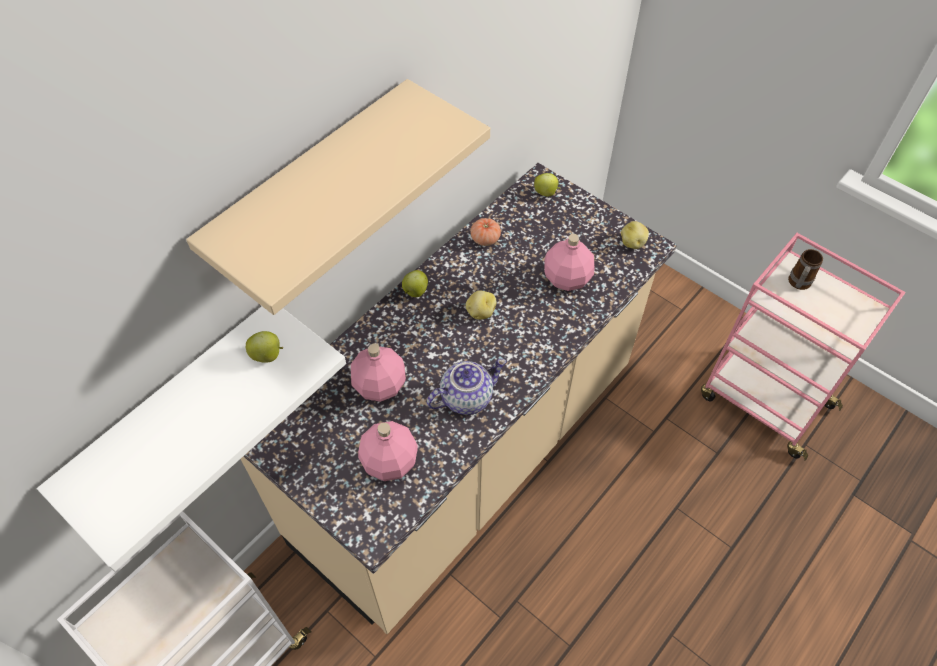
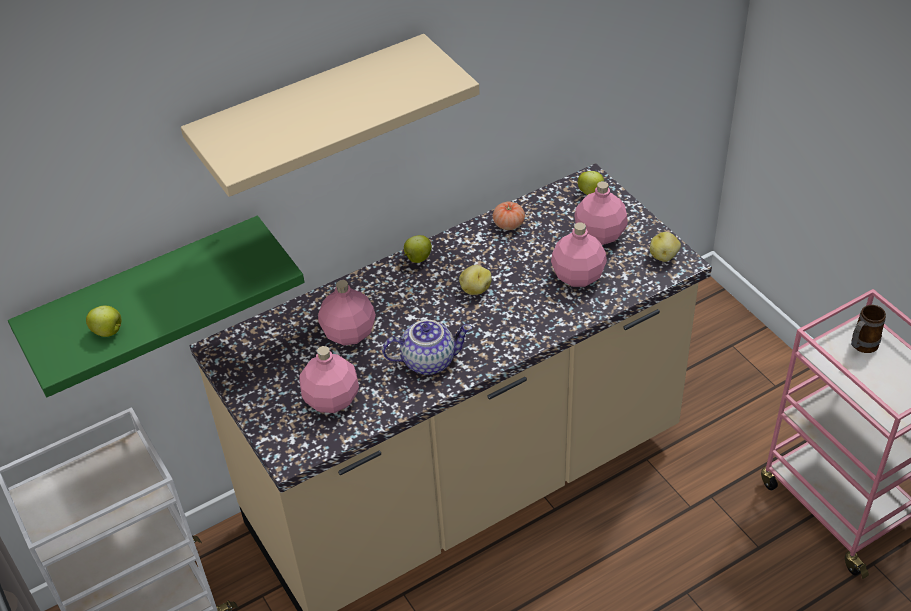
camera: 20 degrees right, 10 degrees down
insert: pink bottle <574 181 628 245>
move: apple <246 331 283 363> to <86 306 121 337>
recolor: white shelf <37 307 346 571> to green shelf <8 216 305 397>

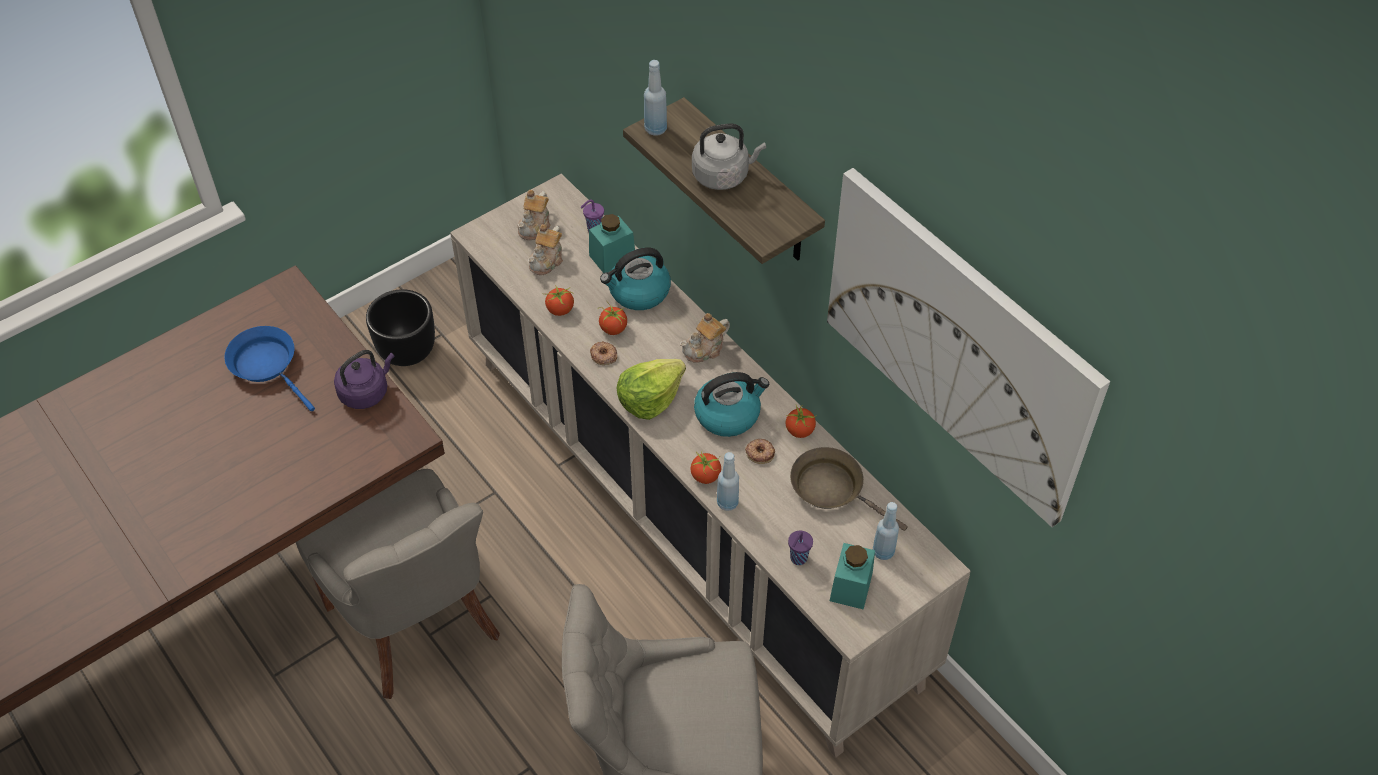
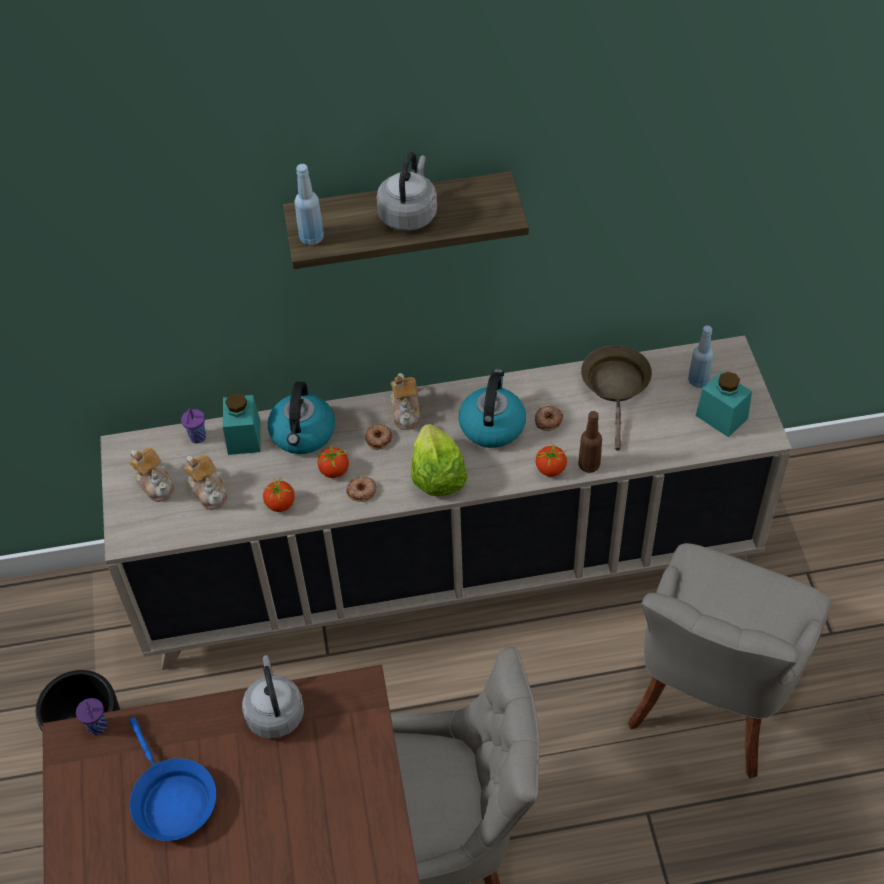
camera: 60 degrees left, 0 degrees up
delete: tomato <785 405 817 438>; picture <827 168 1110 527>
insert: donut <365 424 393 450>
move: purple cup <788 531 813 565> to <76 698 107 735>
recolor: purple kettle <334 350 394 409> to grey kettle <242 655 304 739>; blue bottle <717 452 739 511> to brown bottle <578 411 602 473>
rotate: blue frying pan <224 326 315 411> = <129 718 216 841> 105 degrees counterclockwise; brown frying pan <790 447 908 531> = <581 345 652 450> 120 degrees clockwise

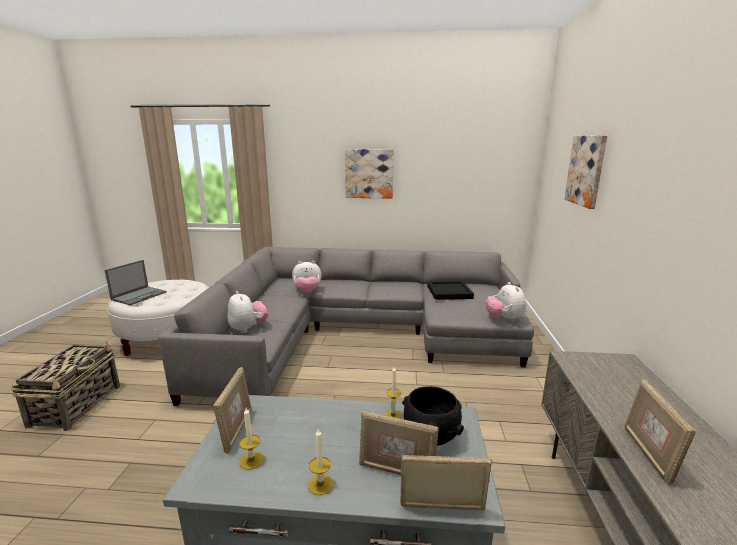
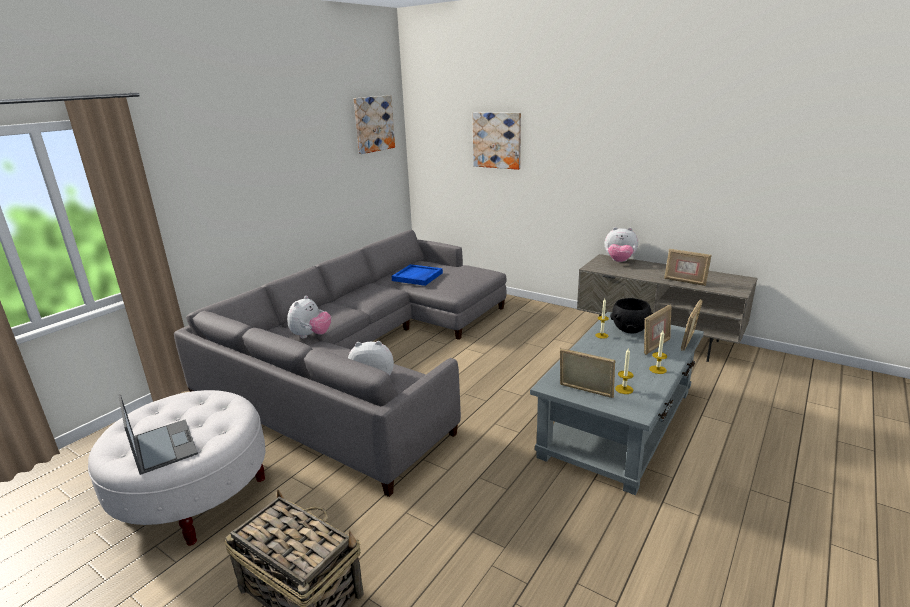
camera: 60 degrees left, 5 degrees up
move: picture <345 149 394 199> to <353 95 395 154>; plush toy <485 282 526 322> to <605 227 638 262>
recolor: black tray <427 281 474 300> to blue tray <392 264 443 286>

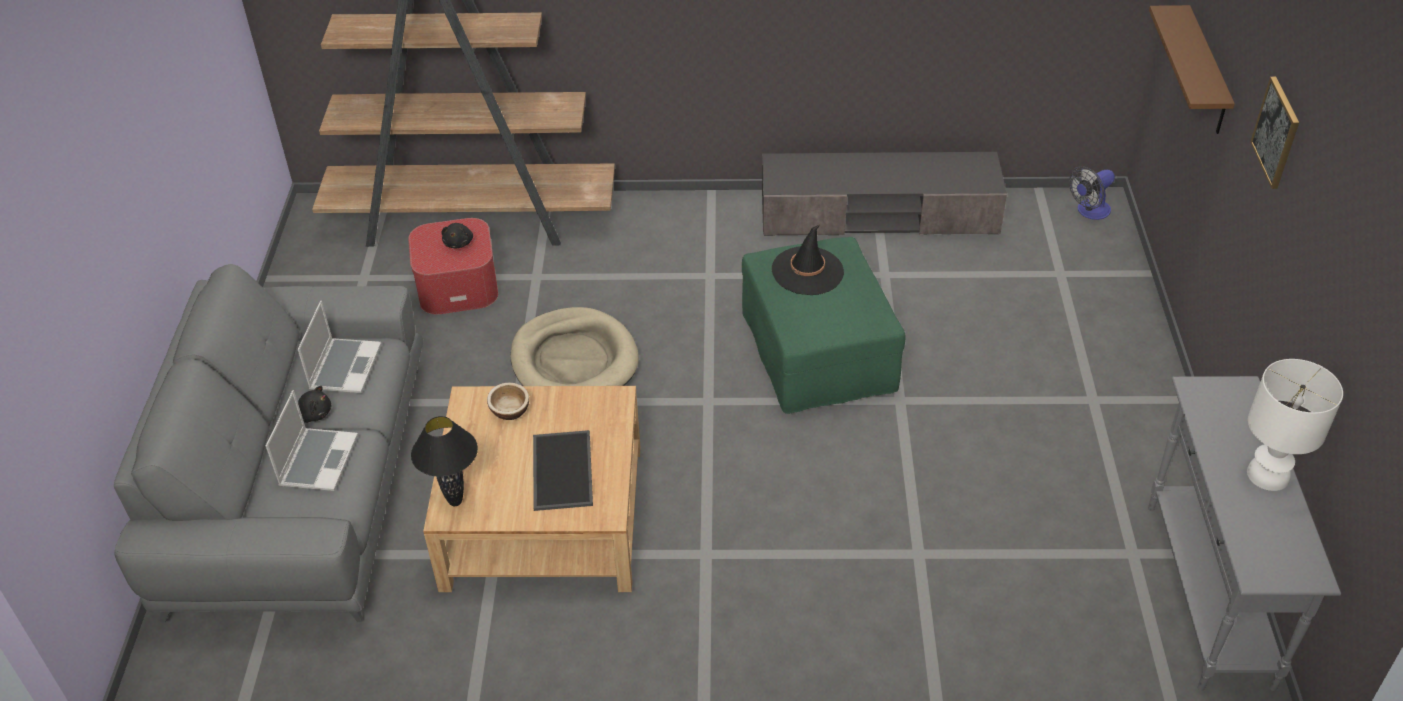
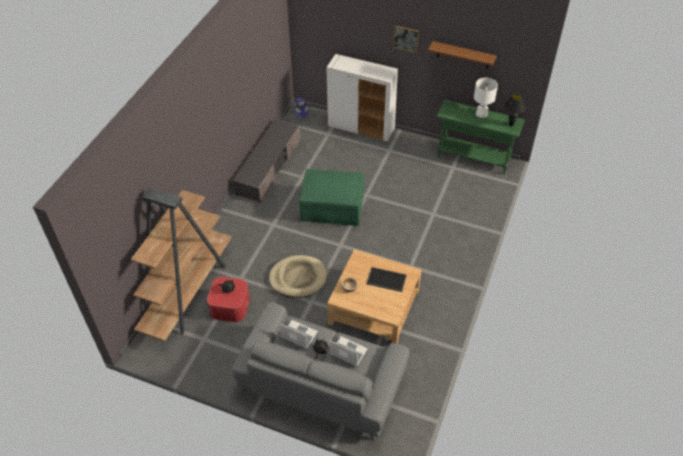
camera: 70 degrees left, 5 degrees up
delete: black hat <772 224 844 295>
insert: white cabinet <327 54 398 142>
move: black table lamp <411 416 478 506> to <505 94 526 126>; brown shelf <1149 5 1235 134> to <428 41 497 69>
recolor: grey console table <1148 376 1341 691> to green console table <437 100 525 175>

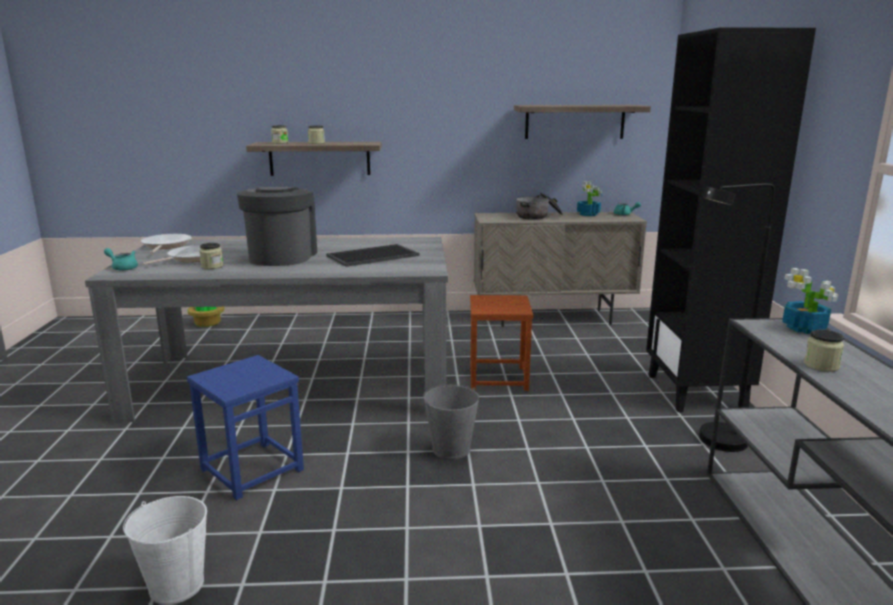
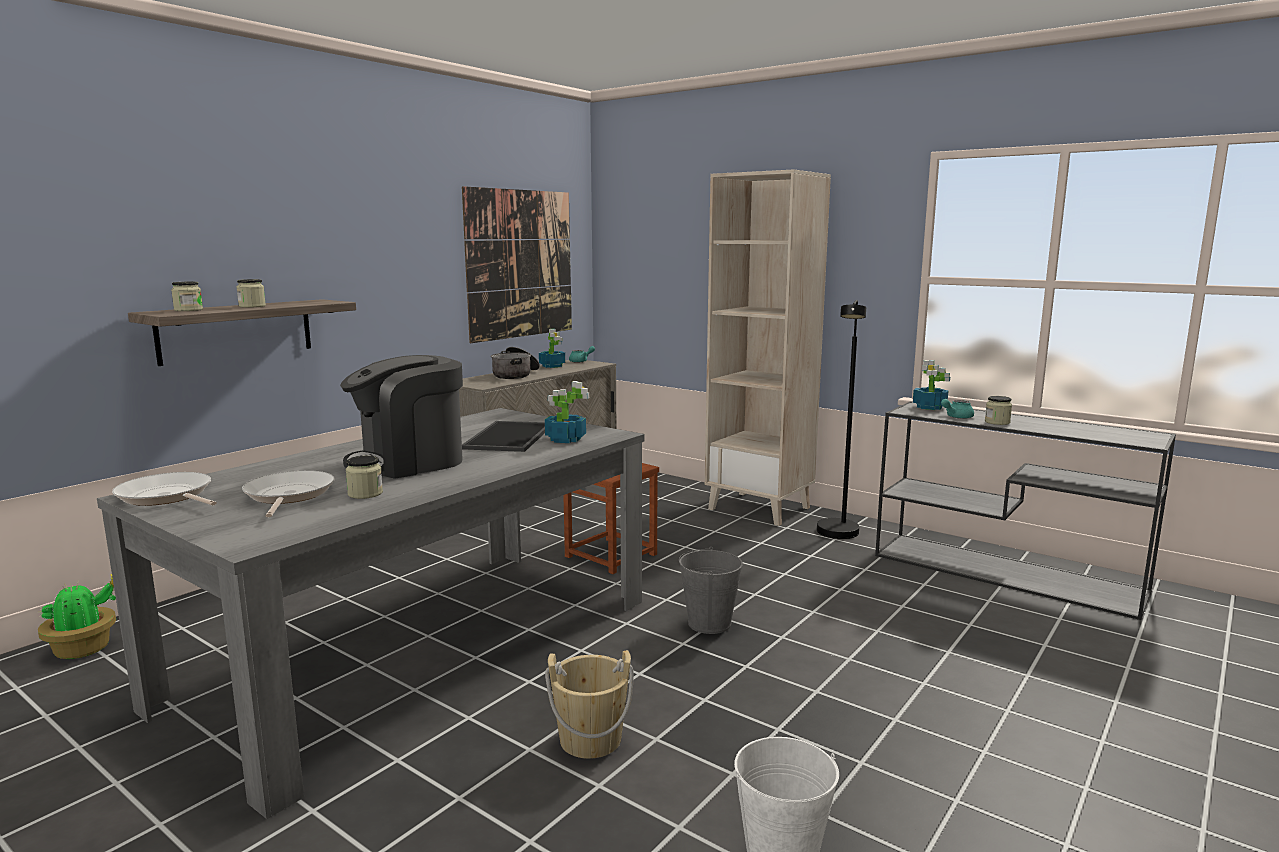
camera: 50 degrees left, 5 degrees down
insert: potted plant <545 381 589 443>
move: turquoise teapot <104 248 138 271> to <941 399 974 419>
replace: blue stool <187 355 304 500> to beige bucket <545 650 634 759>; shelf <514 105 651 139> to picture <462 186 572 343>
recolor: black bookcase <646 27 816 412> to beige bookcase <705 169 831 526>
rotate: coffee machine <237 187 317 266> = <340 355 463 479> 75 degrees counterclockwise

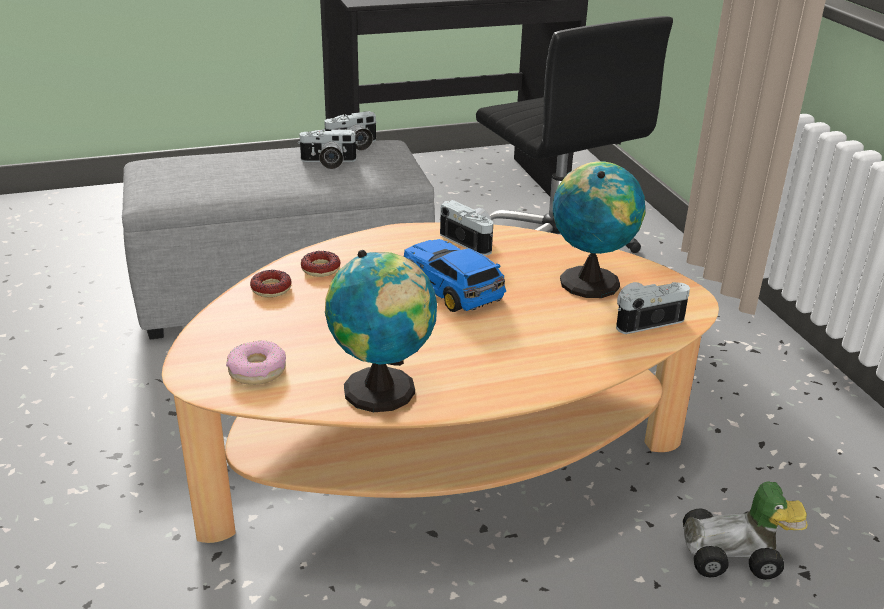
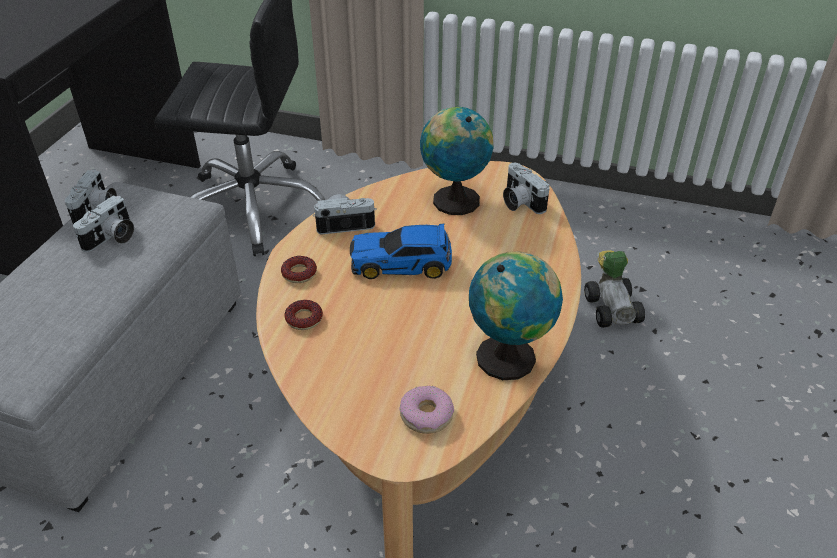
camera: 55 degrees left, 10 degrees up
move: donut <250 270 292 297> to <281 256 317 283>
rotate: photo camera <616 282 690 334> = <503 163 550 214> 45 degrees counterclockwise; toy car <683 481 808 580> = <584 250 645 328> 45 degrees counterclockwise

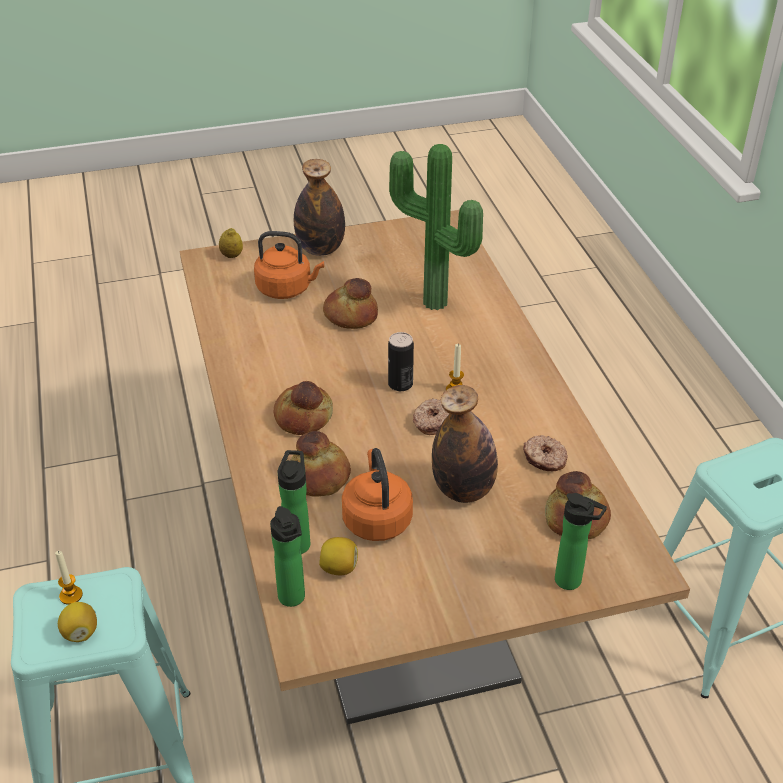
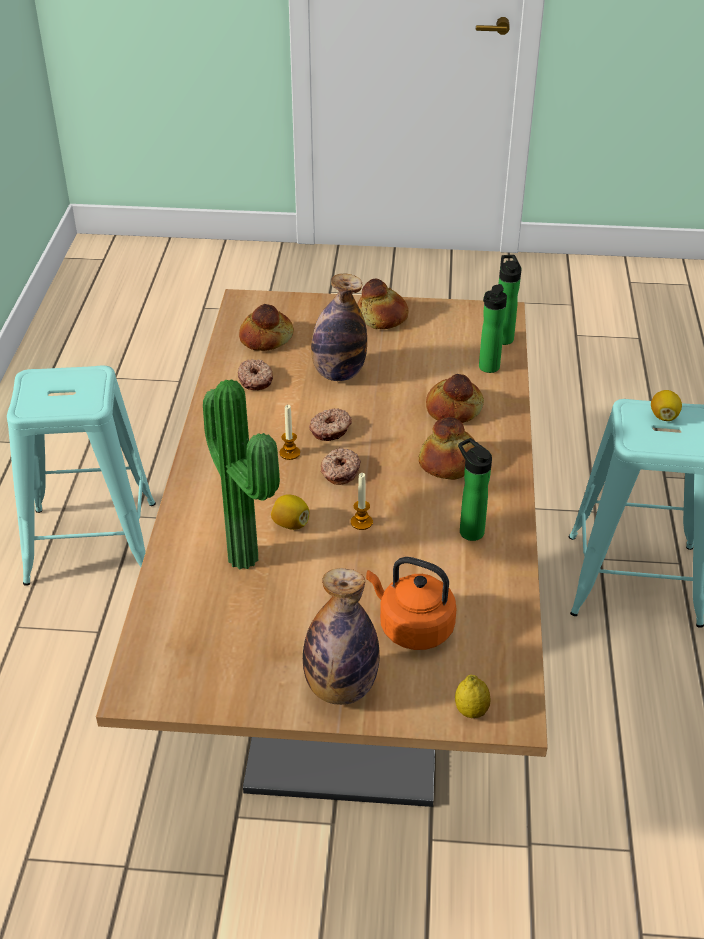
camera: 160 degrees left, 0 degrees up
delete: orange kettle <342 448 413 541>
move: candle <55 551 83 605> to <351 473 373 530>; lemon <319 537 358 575> to <271 494 309 530>; bread <323 278 378 329> to <357 279 408 329>; bottle <555 493 607 590> to <458 438 492 541>
replace: can <388 332 414 391> to donut <321 448 361 485>

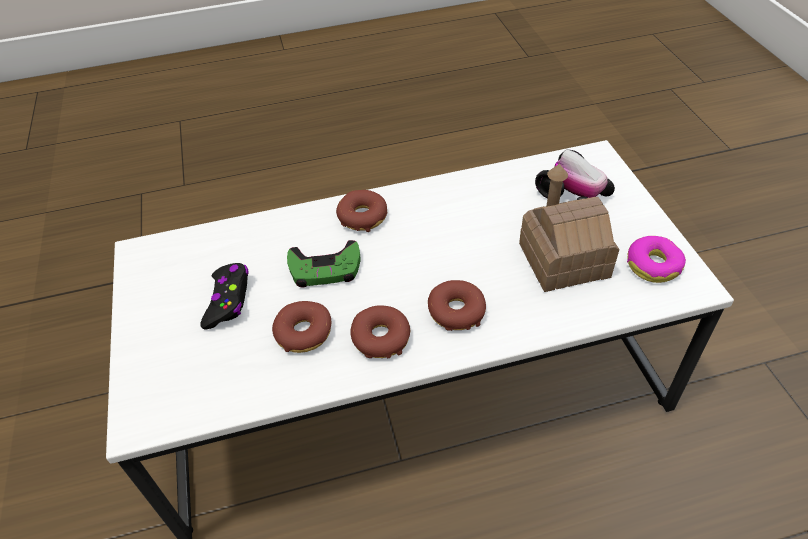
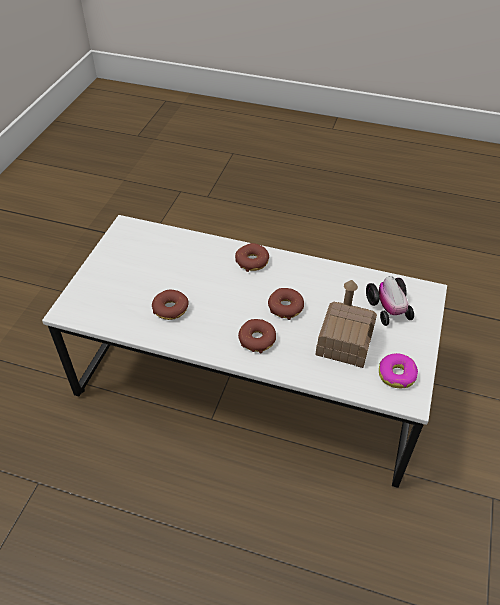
camera: 30 degrees right, 0 degrees up
delete: black game controller <200 263 249 330>; green game controller <287 240 361 287>
move: donut <350 306 410 358> to <268 288 304 320>

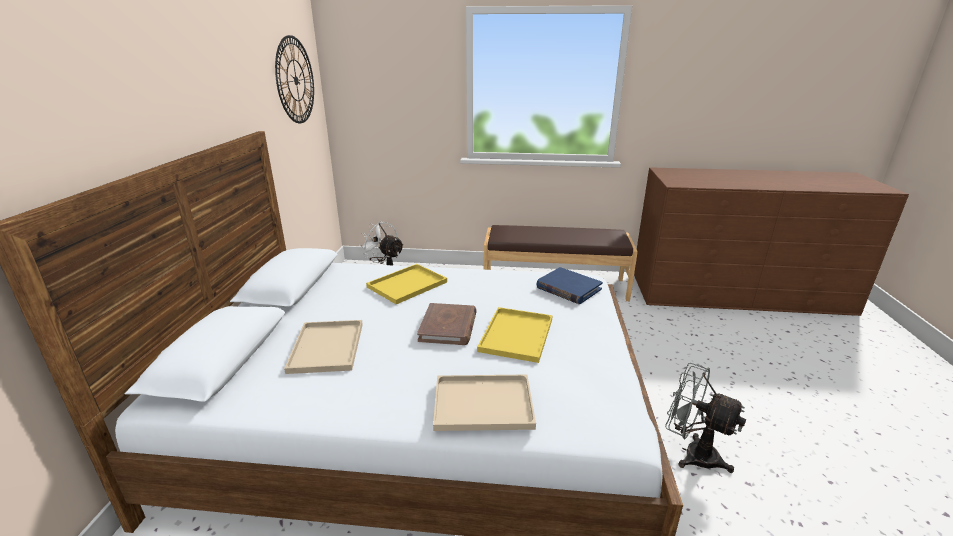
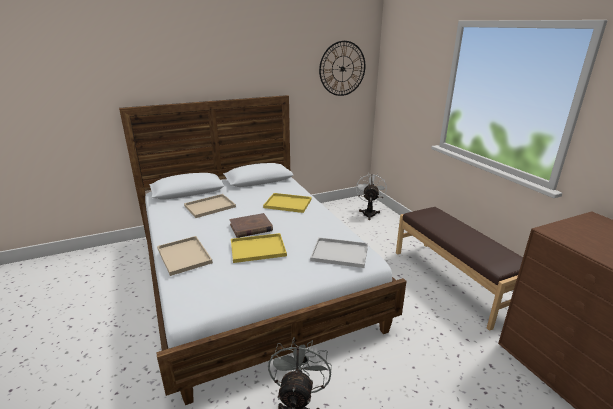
camera: 60 degrees right, 0 degrees up
replace: blue book <536 267 603 304> to white tray <310 237 368 268>

